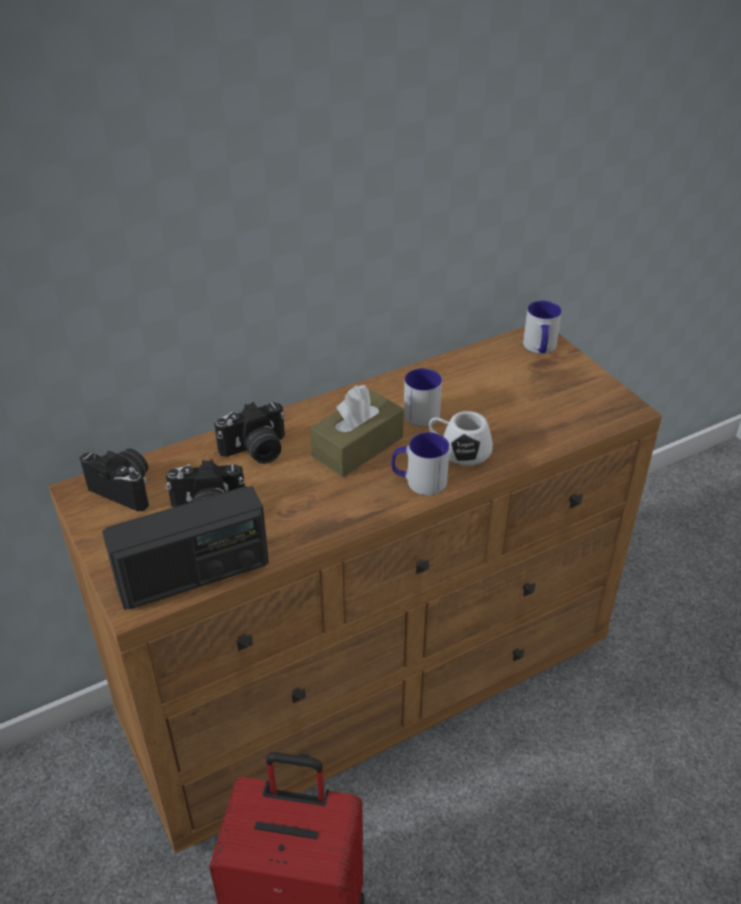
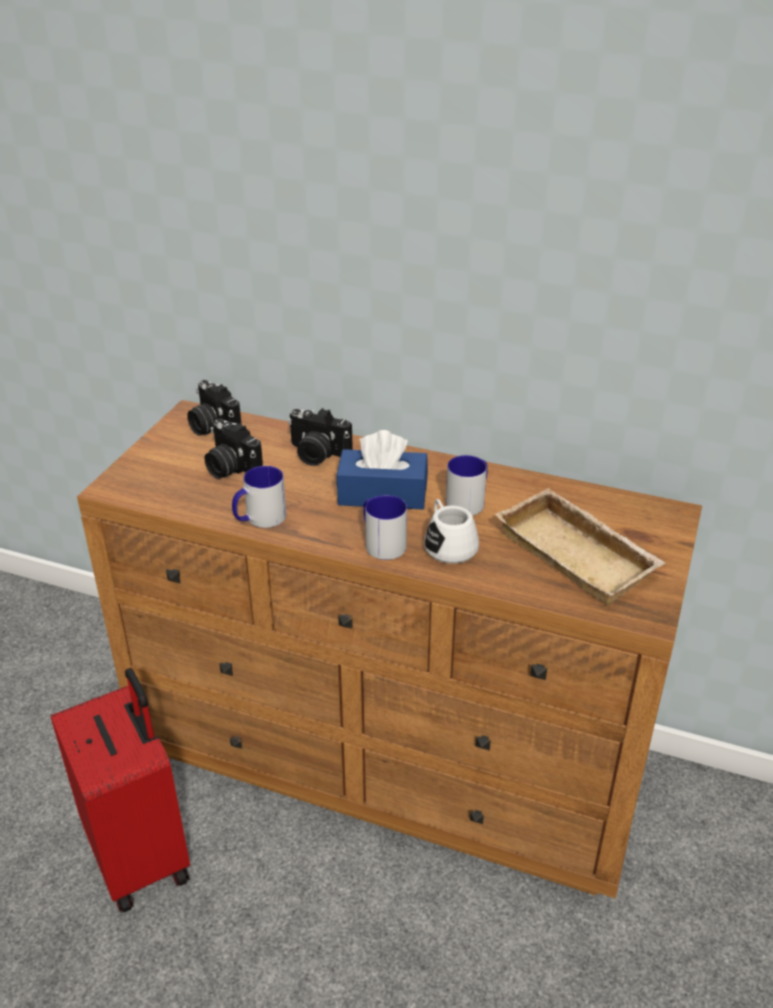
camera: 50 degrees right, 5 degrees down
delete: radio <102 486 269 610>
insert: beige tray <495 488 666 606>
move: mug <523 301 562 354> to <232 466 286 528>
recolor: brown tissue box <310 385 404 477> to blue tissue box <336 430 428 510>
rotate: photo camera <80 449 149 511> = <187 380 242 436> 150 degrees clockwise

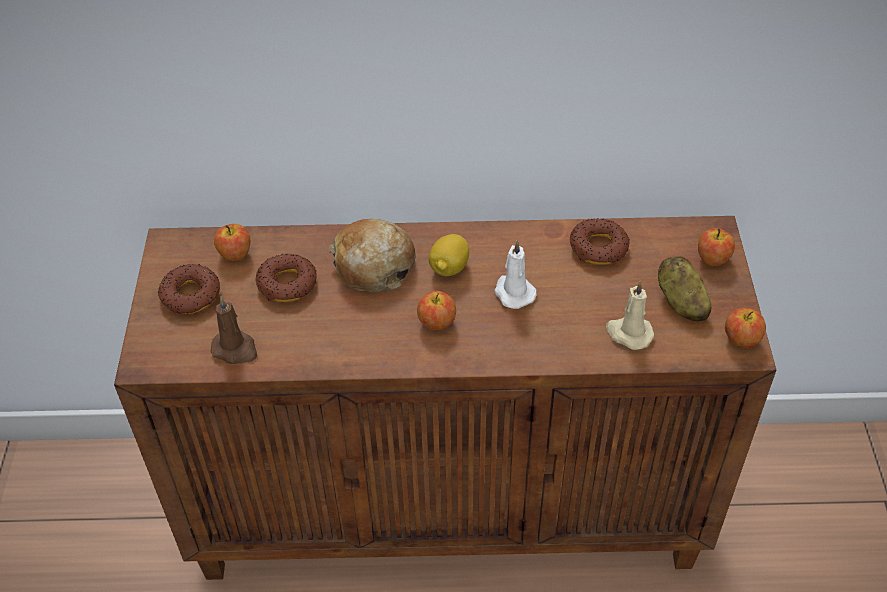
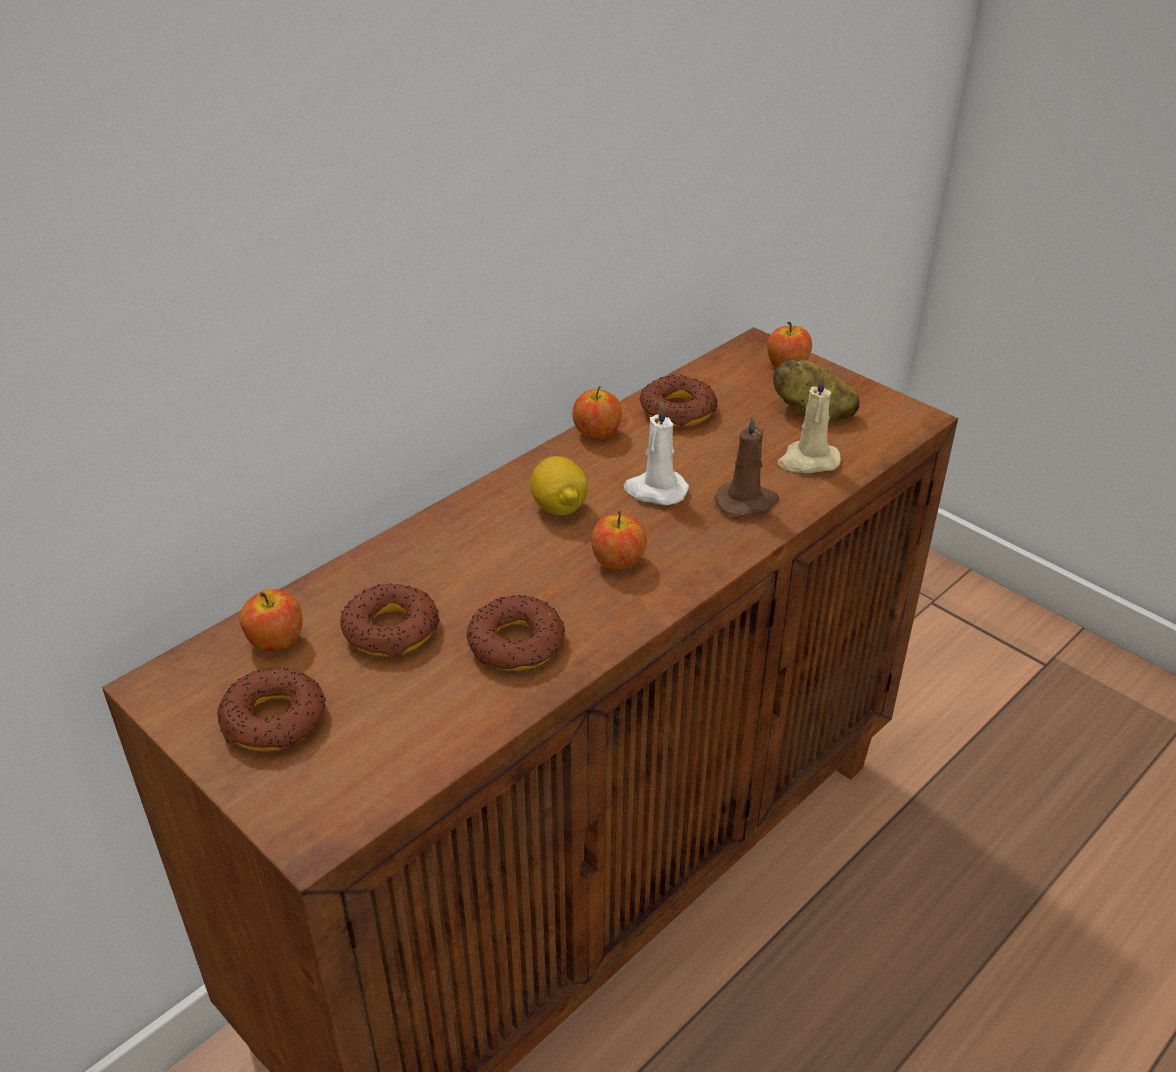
camera: 45 degrees left, 10 degrees down
delete: bread <329 219 416 292>
insert: donut <467 595 565 671>
move: brown candle <211 296 257 364> to <714 413 779 518>; apple <725 308 766 348> to <572 386 622 439>

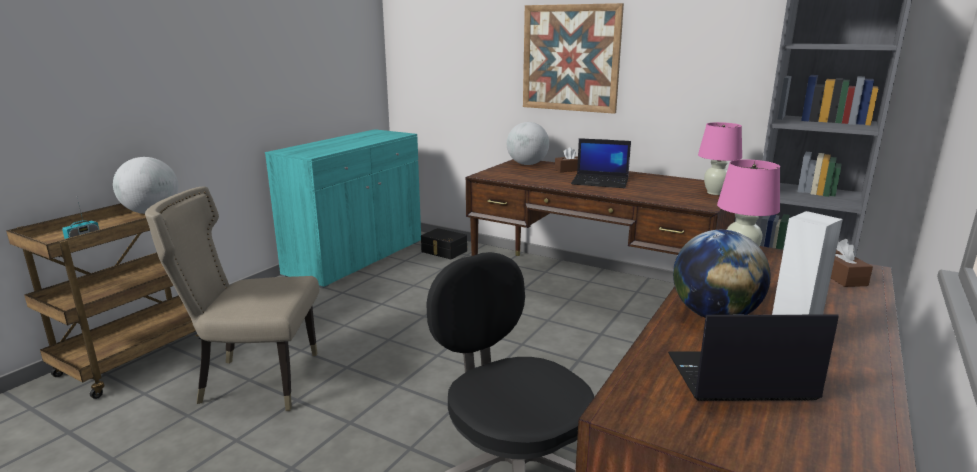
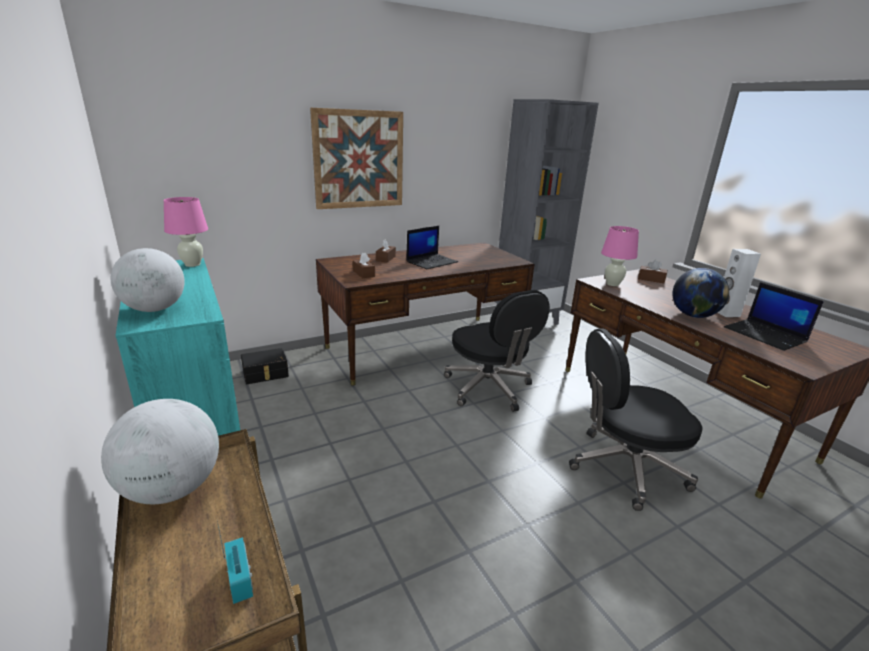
camera: 60 degrees left, 5 degrees up
delete: beige chair <145 186 319 411>
insert: brown tissue box <353 252 375 278>; black office chair <444 290 550 412>
move: globe <507 122 549 165> to <111 248 185 312>; pink table lamp <698 122 742 195> to <163 197 208 267>
rotate: laptop <668 314 839 401> = <724 282 824 351> 60 degrees counterclockwise

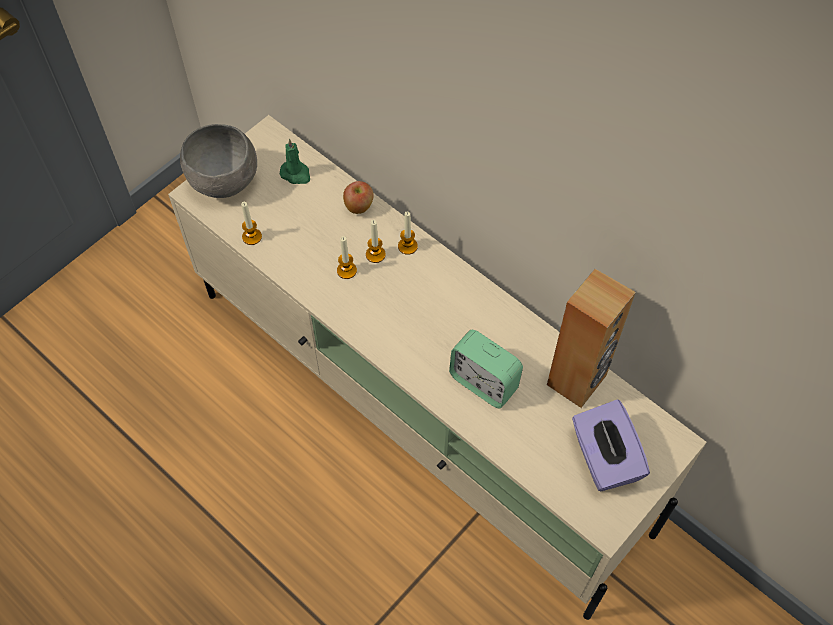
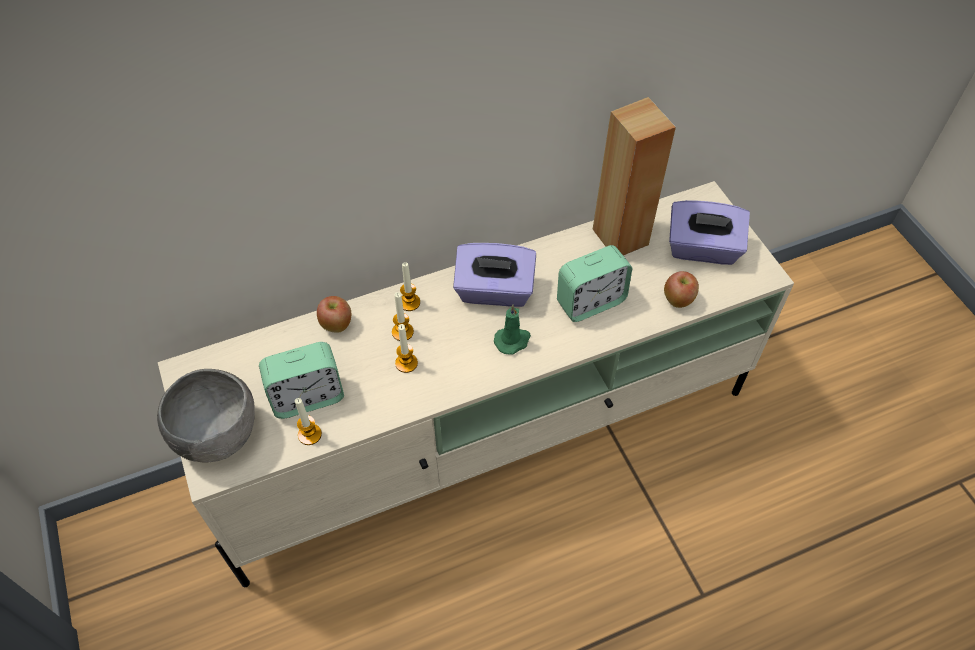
camera: 65 degrees left, 5 degrees down
insert: alarm clock <259 342 344 419>; purple tissue box <453 243 536 307>; apple <664 271 699 308>
move: green candle <280 139 310 184> to <494 304 531 355>

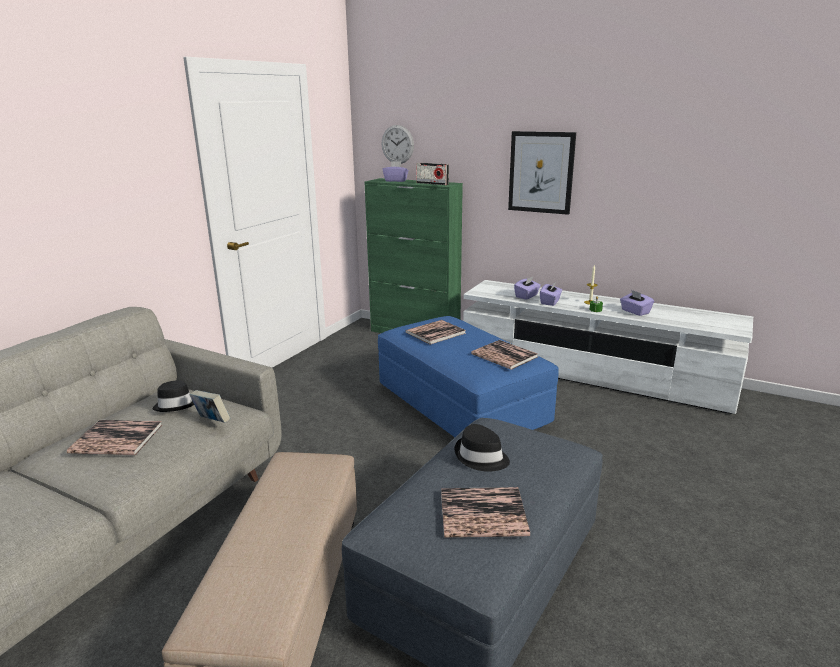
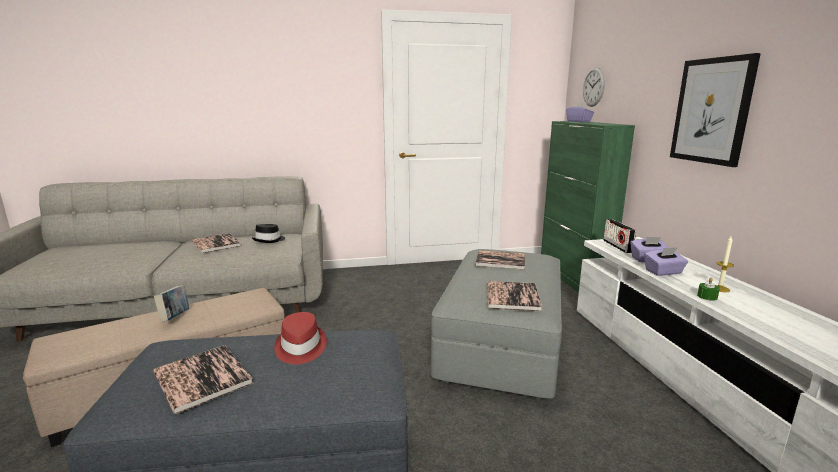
camera: 50 degrees right, 5 degrees down
delete: purple tissue box <620 290 654 316>
move: book <189 390 230 423> to <154 285 189 322>; radio <416 163 449 185> to <603 219 636 253>
recolor: blue ottoman <378 316 559 437> to grey ottoman <431 249 562 399>; black hat <455 424 510 472> to red hat <274 312 327 365>

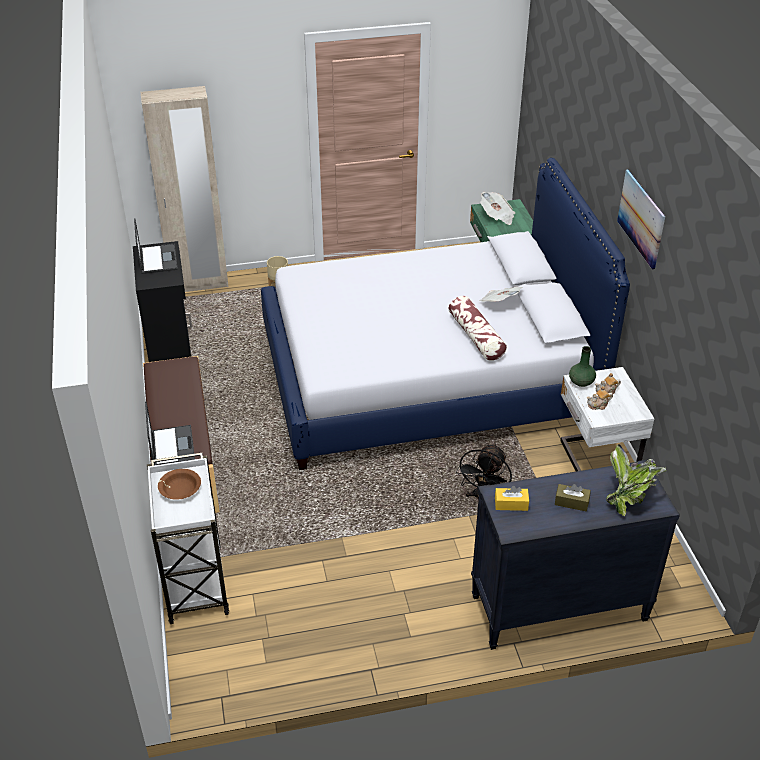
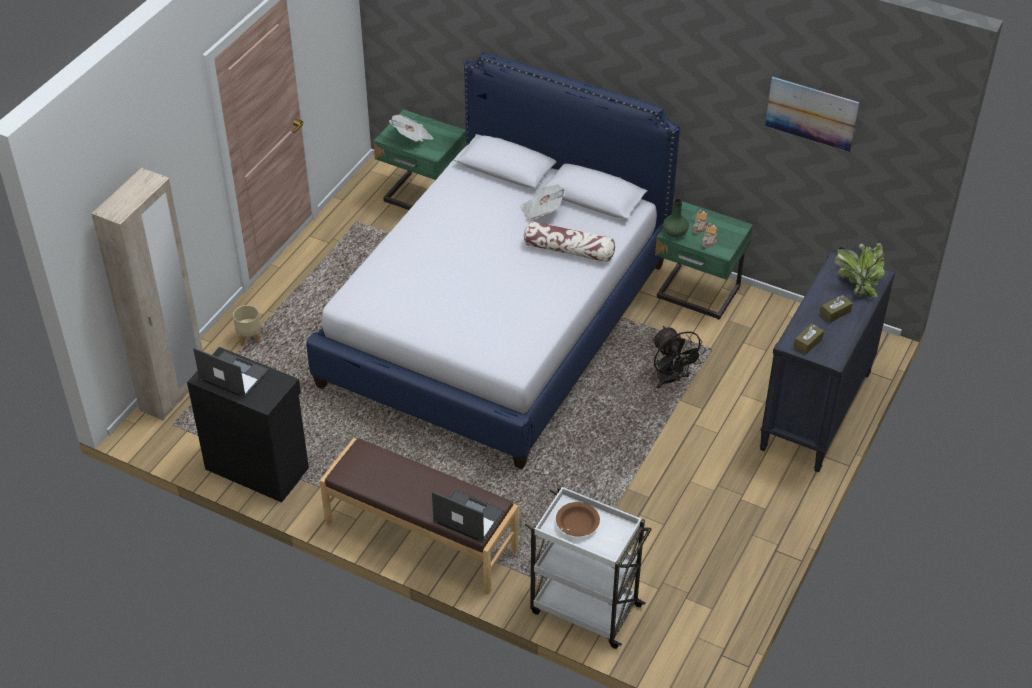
camera: 50 degrees left, 5 degrees up
move: picture <617 170 665 270> to <765 77 859 152>
recolor: yellow tissue box <495 486 529 511> to brown tissue box <794 323 824 354>; white nightstand <561 367 655 471> to green nightstand <655 201 753 320>

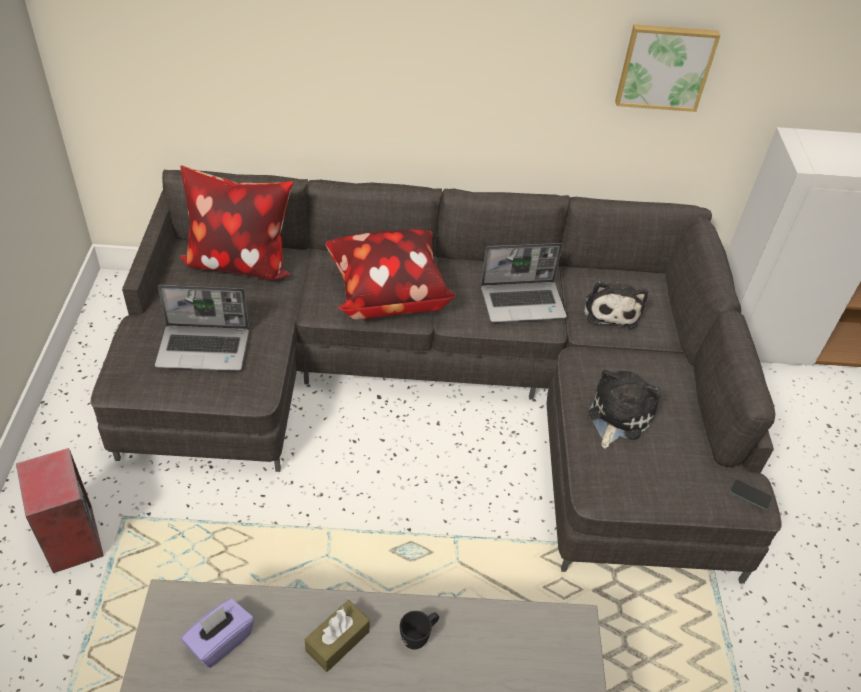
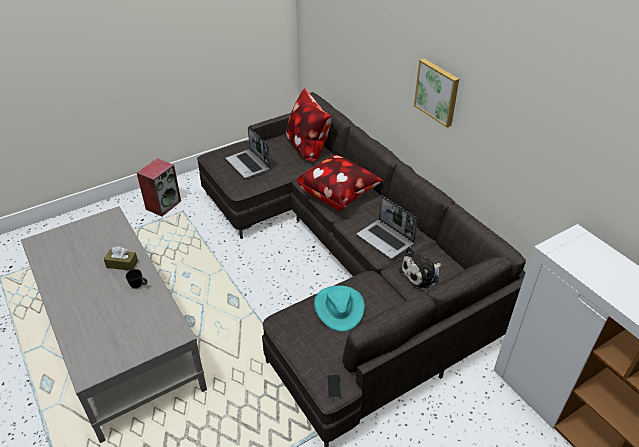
camera: 60 degrees right, 5 degrees down
delete: purple tissue box <181 598 254 668>
move: picture <615 24 720 112> to <414 59 459 128>
replace: plush toy <588 370 661 449> to turquoise hat <314 286 365 332>

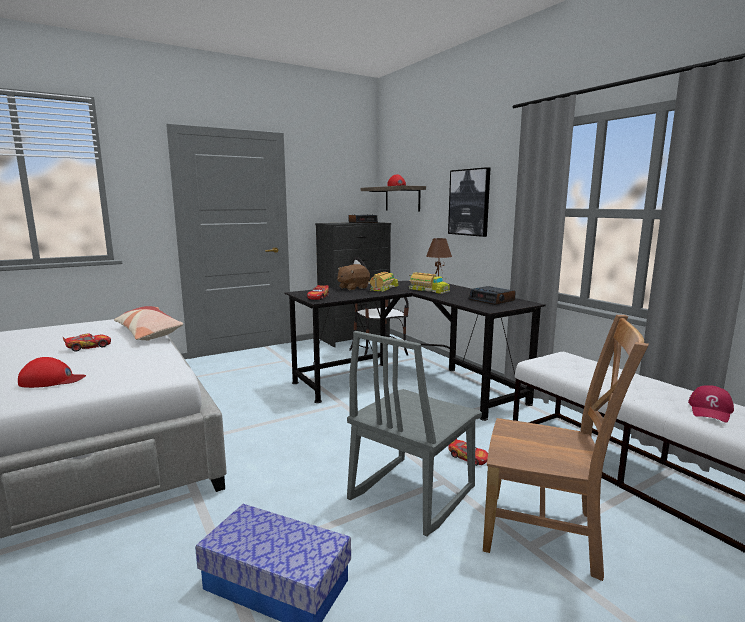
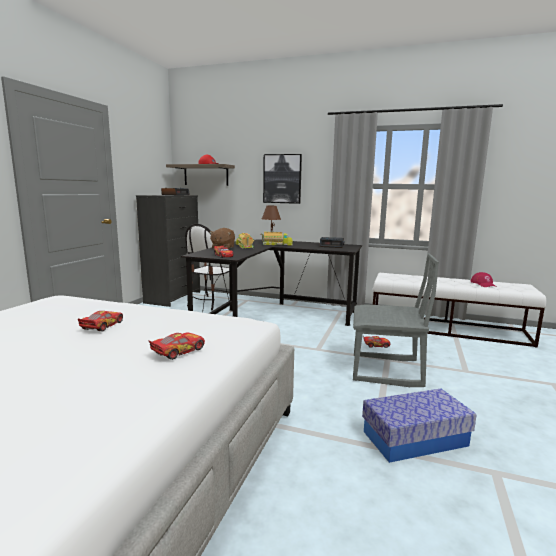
camera: 40 degrees left, 0 degrees up
delete: pillow <114 306 183 341>; brown chair <483 315 649 581>
replace: red cap <18 357 86 388> to toy car <148 332 205 360>
rotate: grey chair <347 331 482 537> = <353 253 439 387> 75 degrees counterclockwise

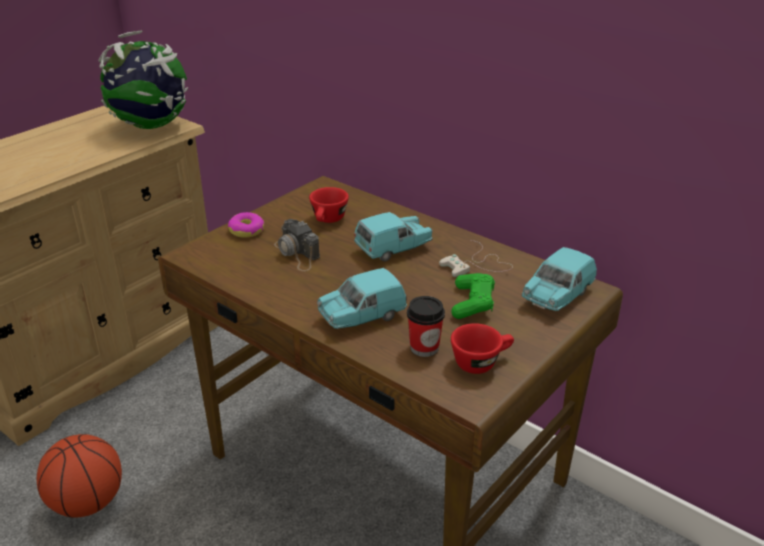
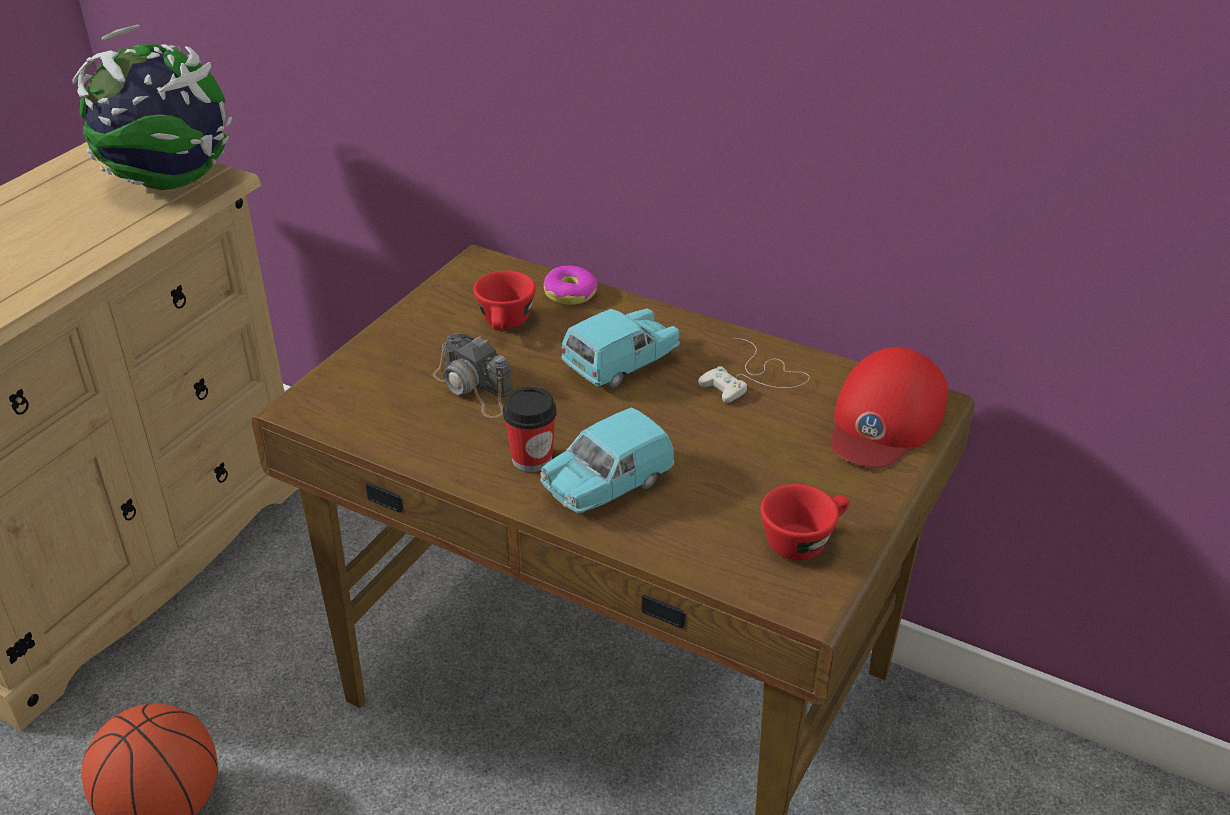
camera: 10 degrees left, 5 degrees up
delete: green game controller <451 273 495 319>
move: donut <228 212 264 238> to <544 266 598 305>; cup <407 296 445 357> to <503 387 557 472>
replace: turquoise toy car <522 247 597 311> to red cap <830 347 948 468>

